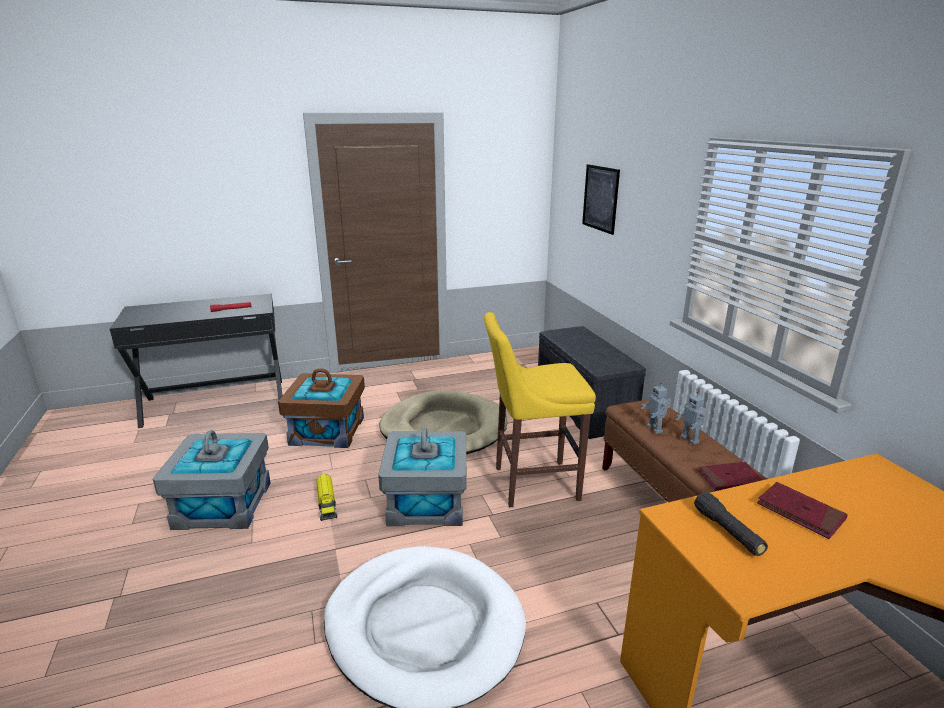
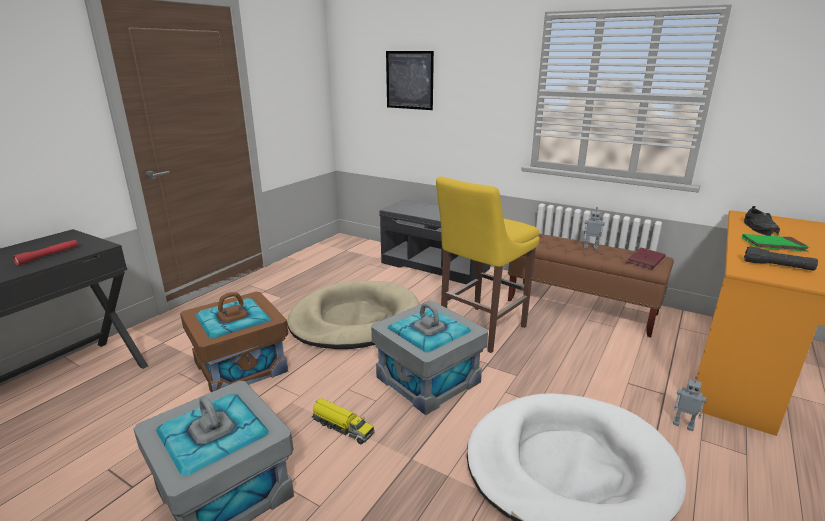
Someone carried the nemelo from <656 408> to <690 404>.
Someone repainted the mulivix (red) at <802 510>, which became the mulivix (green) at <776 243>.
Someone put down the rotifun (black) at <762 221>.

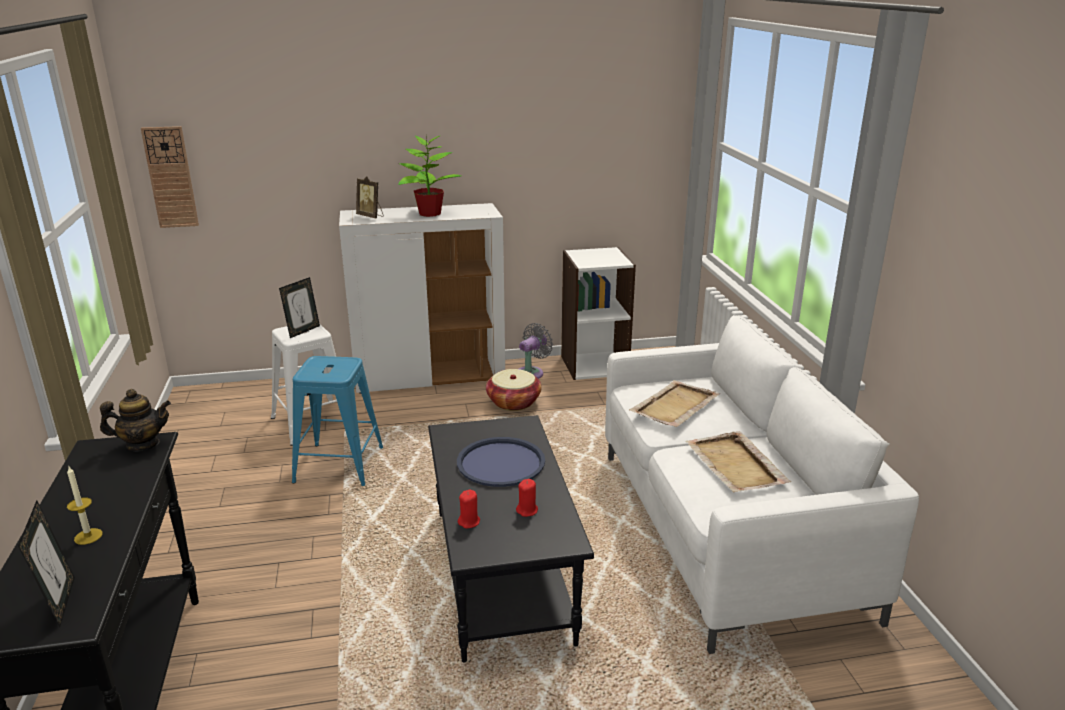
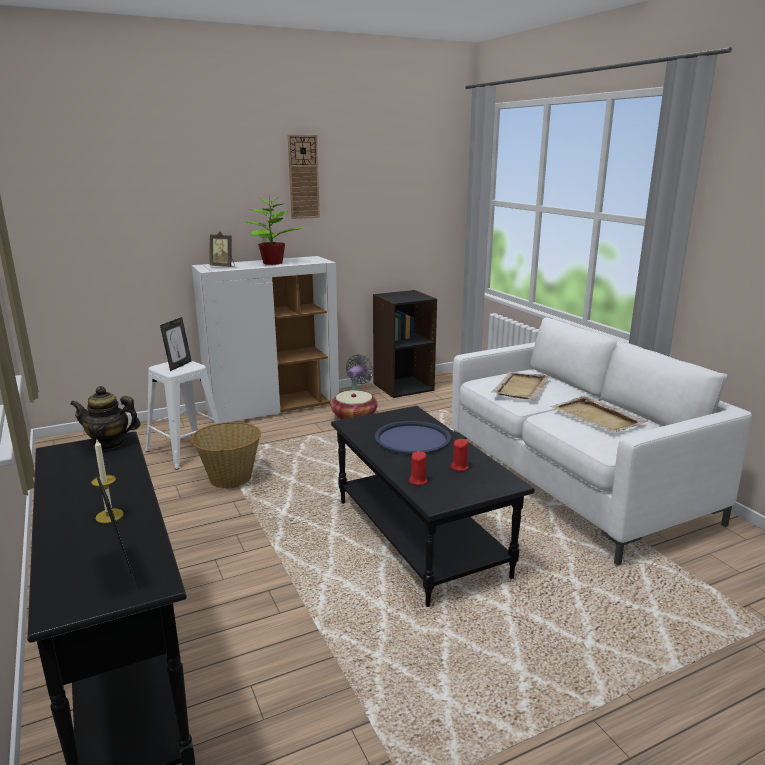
Someone carried the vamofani from <170 177> to <304 177>.
Someone repainted the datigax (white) at <598 313>, which became the datigax (black) at <405 344>.
Someone swapped the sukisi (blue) at <337 421> for the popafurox at <226 455>.
Someone rotated the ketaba at <135 420> by 150 degrees counterclockwise.

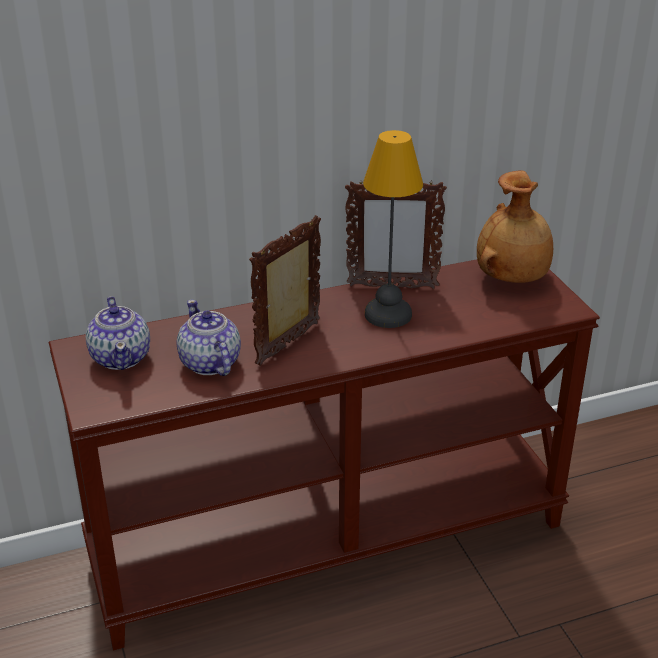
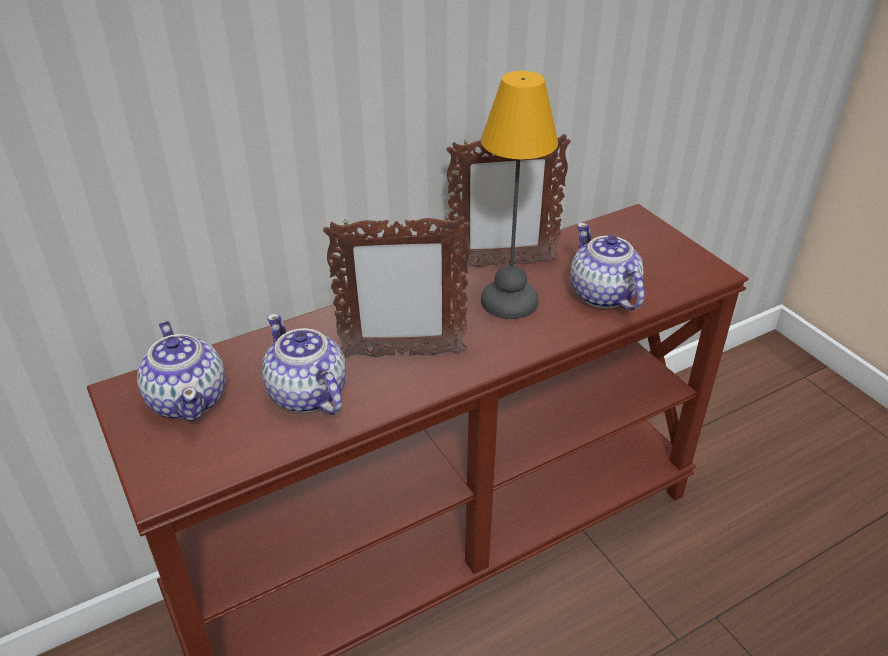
Someone took away the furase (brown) at <515 227>.
Someone rotated the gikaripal at <285 290> by 120 degrees counterclockwise.
Someone put down the ketaba at <608 266>.

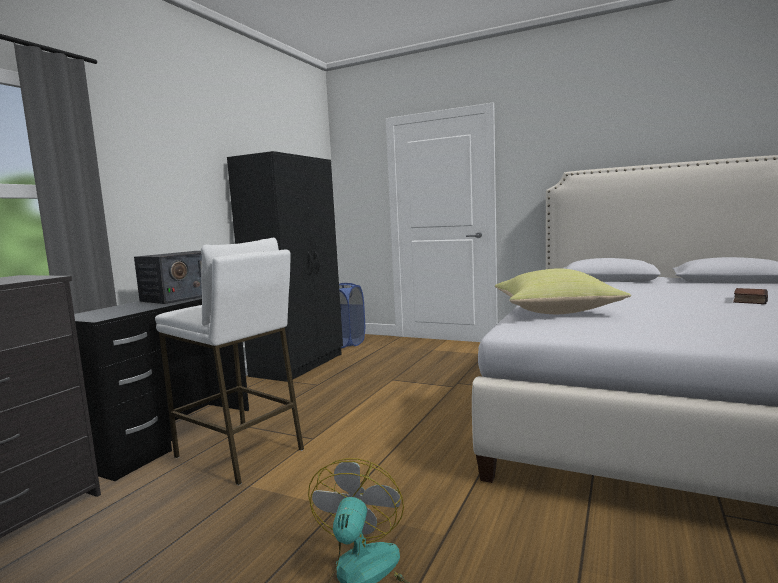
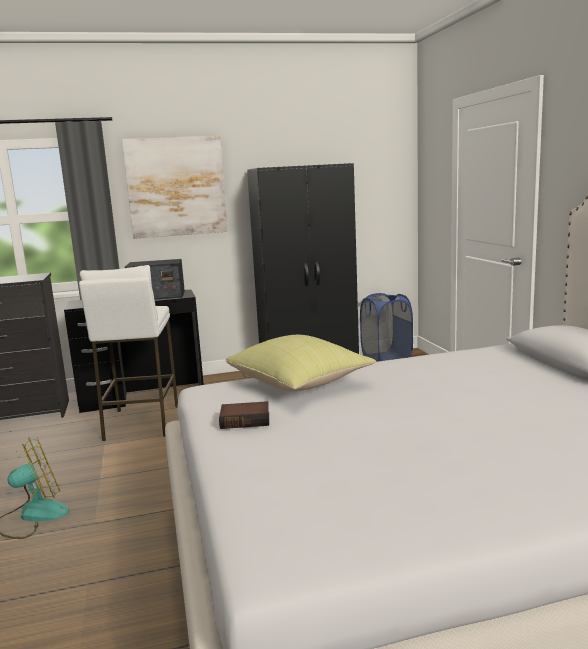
Someone carried the mulivix from <750 296> to <244 415>.
Someone put up the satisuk at <175 187>.

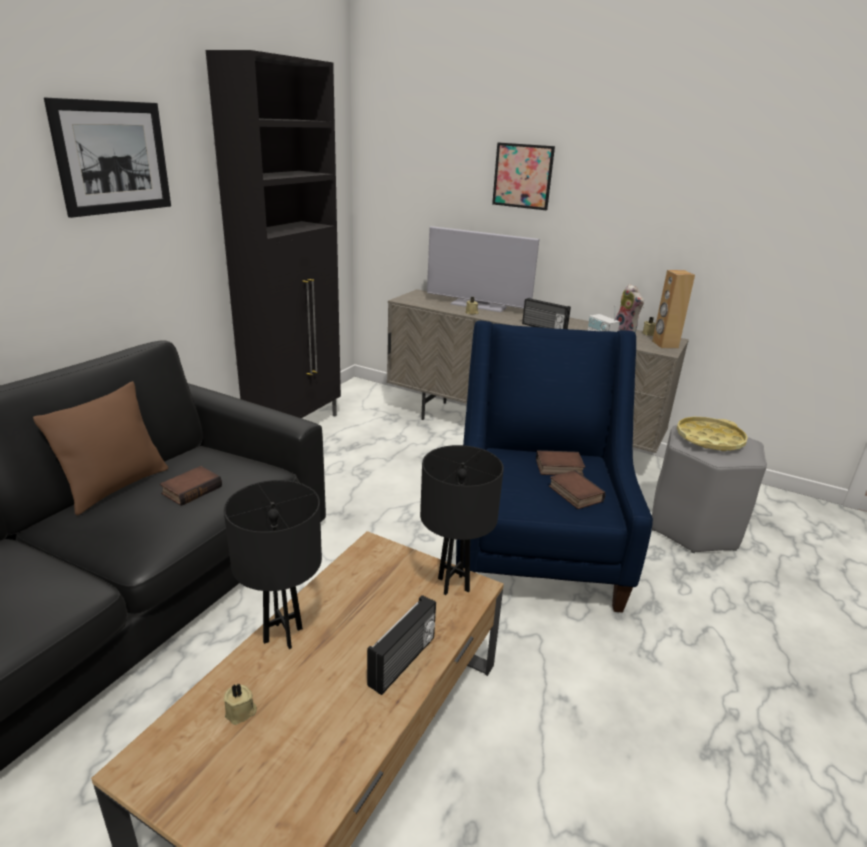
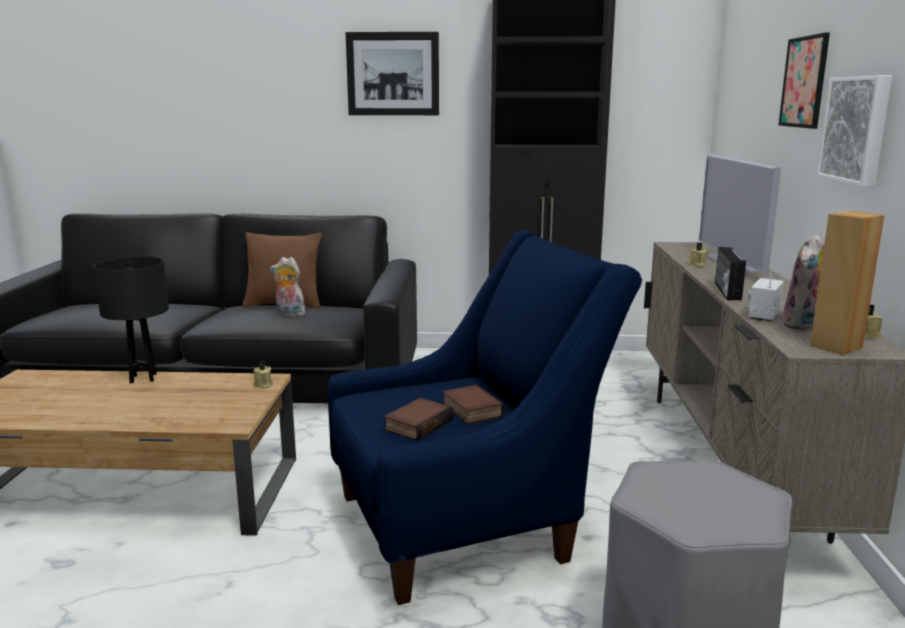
Someone took away the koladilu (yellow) at <712 434>.
Someone took away the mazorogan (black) at <462 520>.
Someone swapped the mulivix at <191 486> for the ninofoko at <288 287>.
Someone took away the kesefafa at <401 645>.
Someone carried the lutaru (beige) from <240 704> to <263 374>.
Someone put up the satisuk at <854 131>.

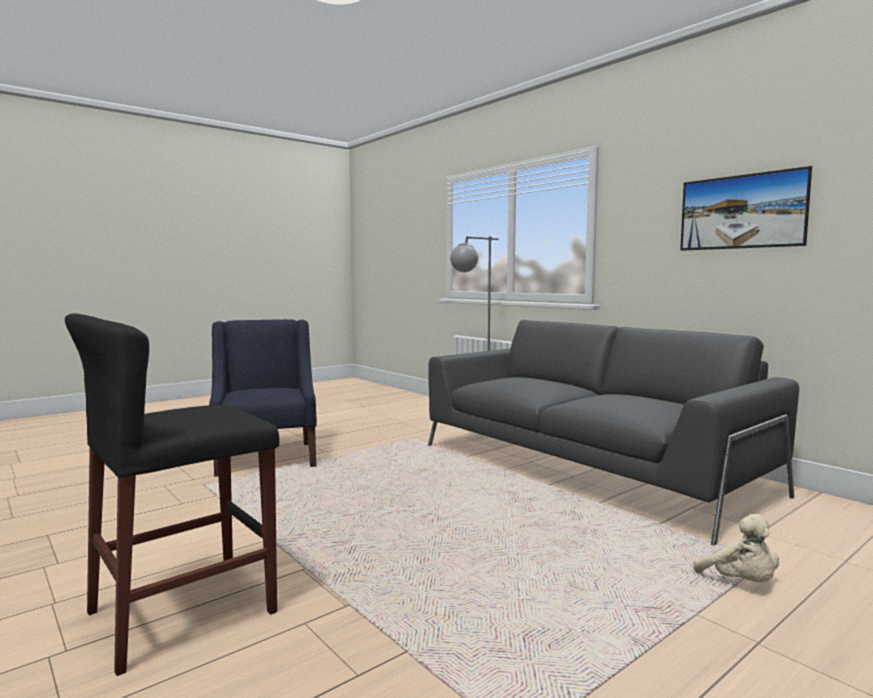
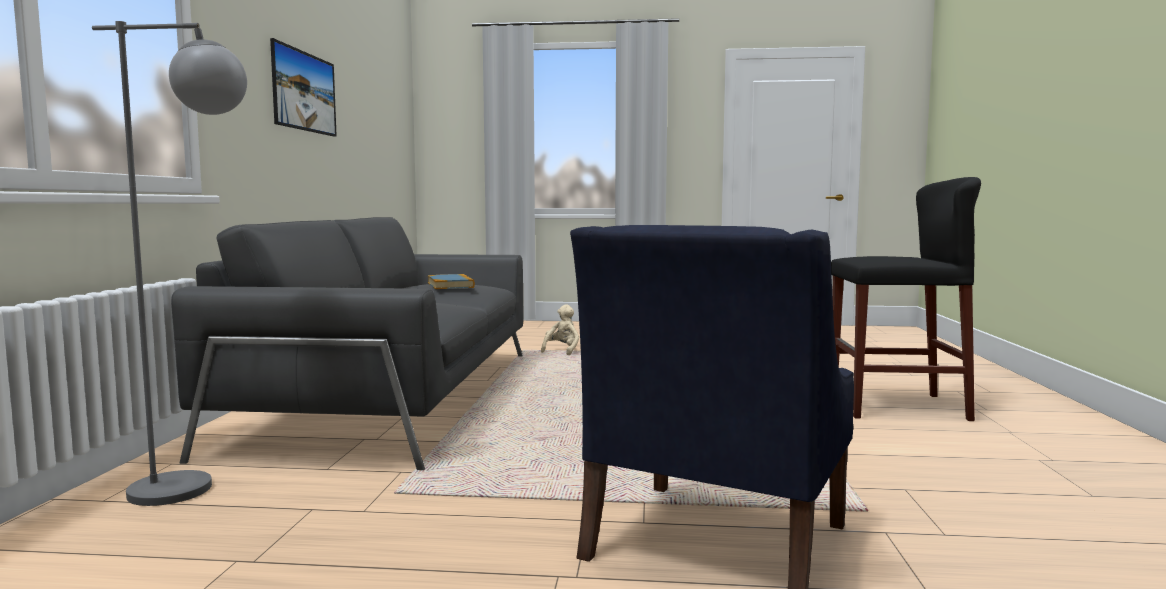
Someone put down the mulivix at <451 281>.

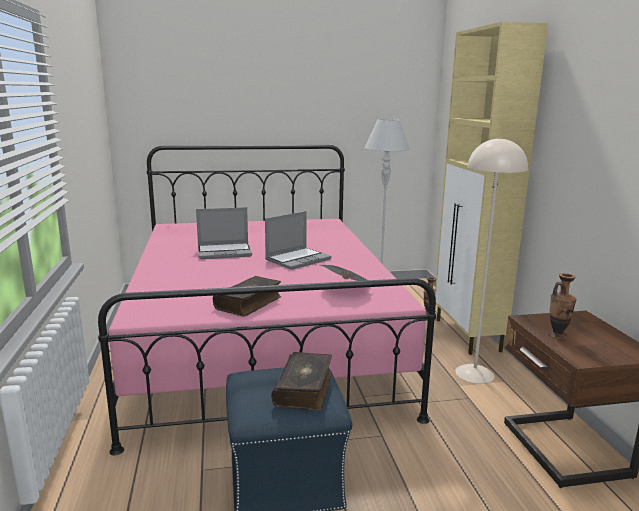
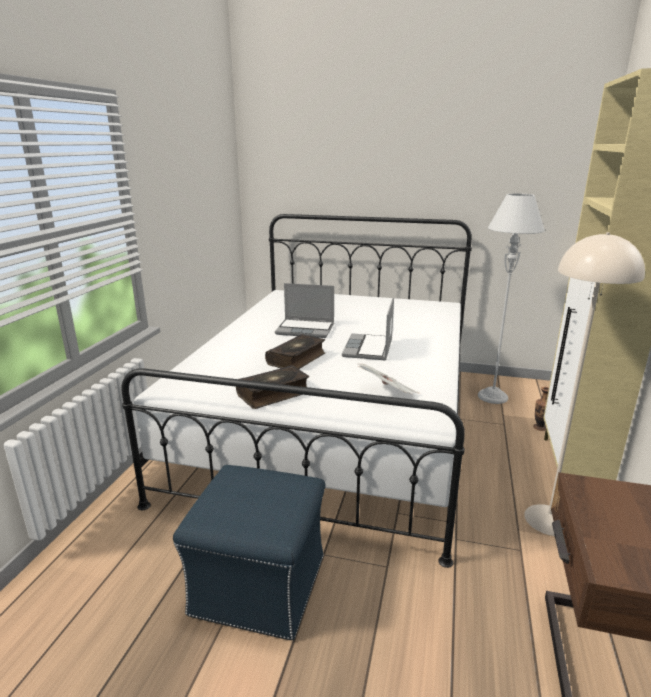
Someone repainted the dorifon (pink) at <267 300>, which became the dorifon (white) at <296 391>.
Someone rotated the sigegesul at <298 240> by 120 degrees clockwise.
Someone took away the furase at <562 306>.
Someone carried the mulivix from <301 381> to <295 351>.

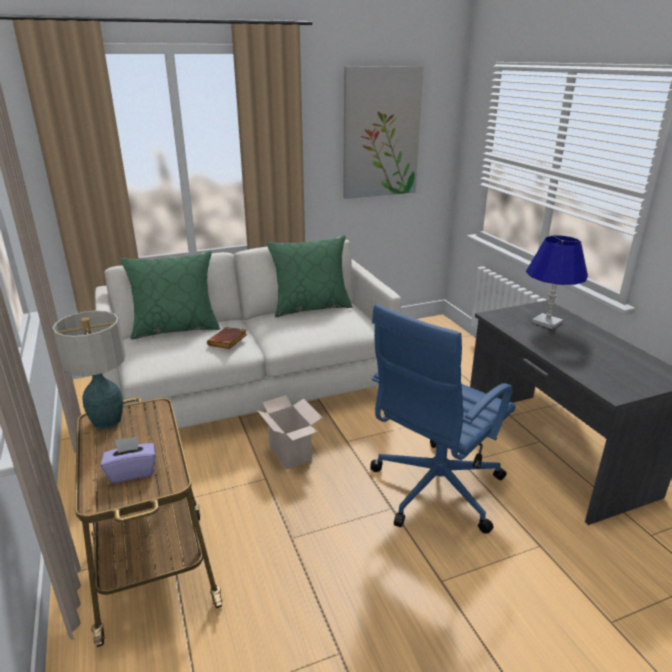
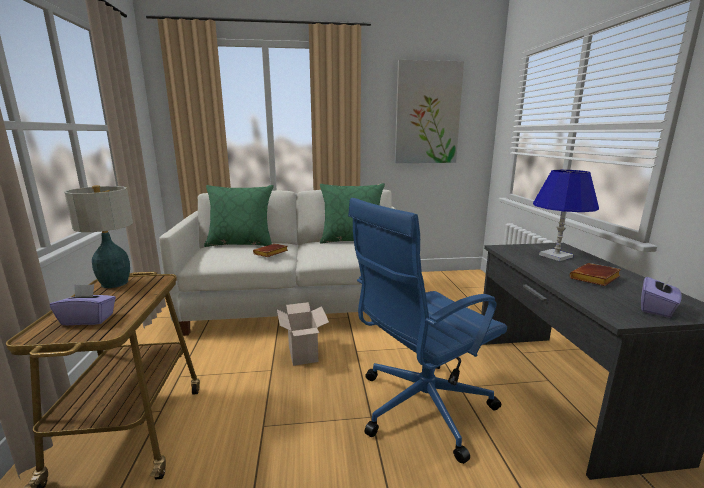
Someone put down the mulivix (brown) at <595 274>.
Someone put down the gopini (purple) at <661 296>.

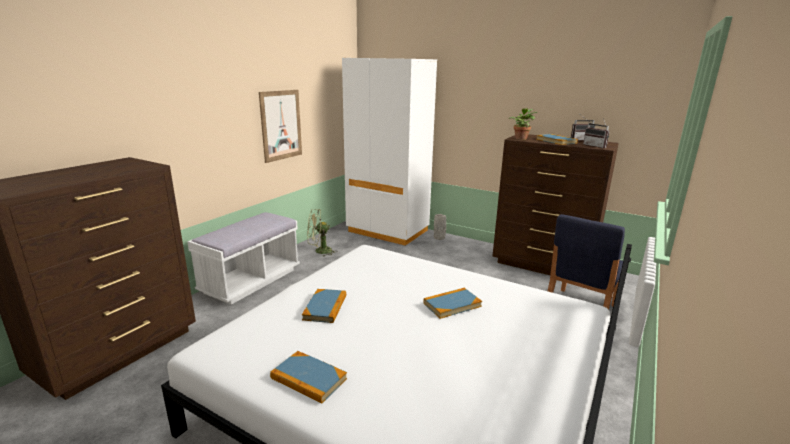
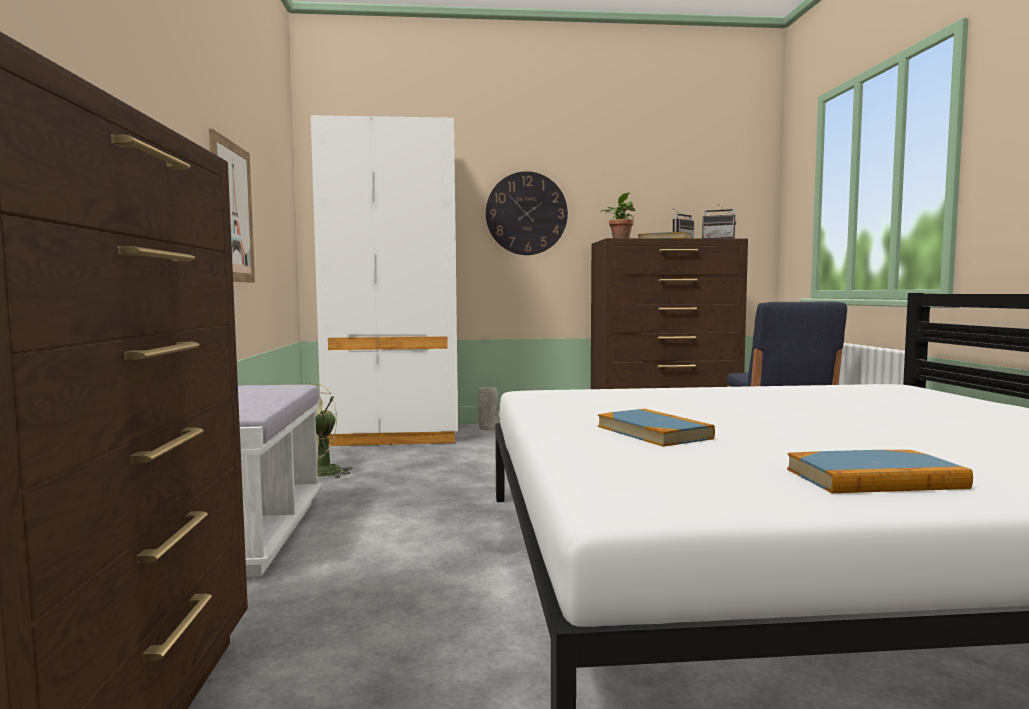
Someone took away the mulivix at <452 303>.
Someone put up the vamofani at <527 213>.

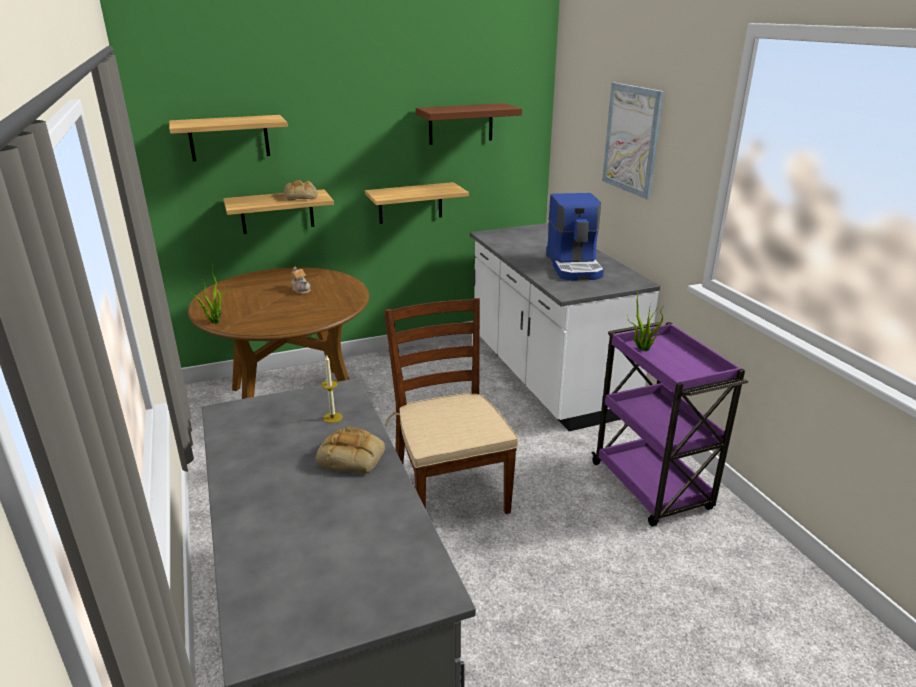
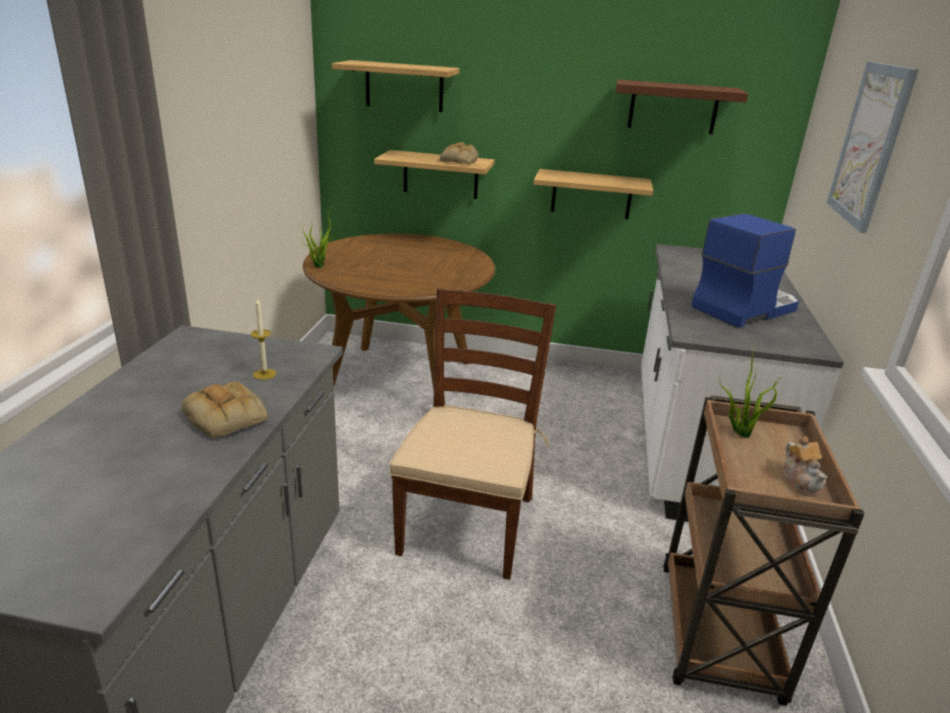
Someone rotated the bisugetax at <575 237> by 150 degrees counterclockwise.
Someone carried the ketaba from <300 280> to <804 466>.
Someone repainted the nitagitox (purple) at <669 424>, which became the nitagitox (brown) at <763 550>.

